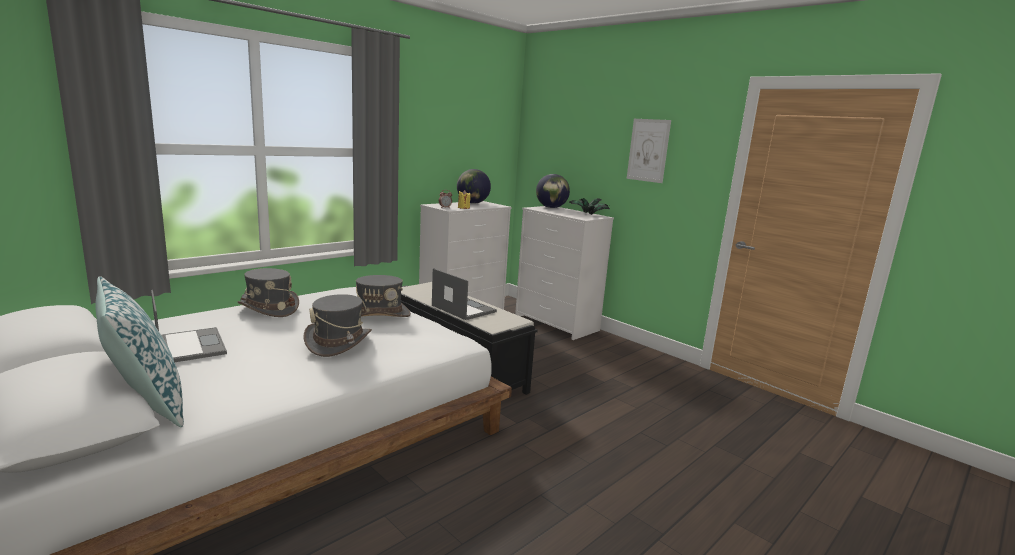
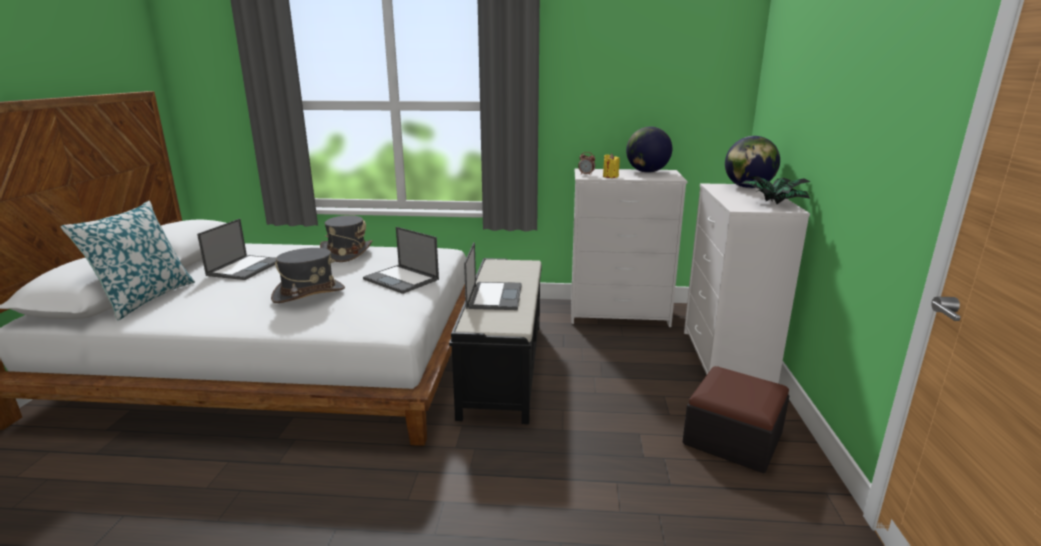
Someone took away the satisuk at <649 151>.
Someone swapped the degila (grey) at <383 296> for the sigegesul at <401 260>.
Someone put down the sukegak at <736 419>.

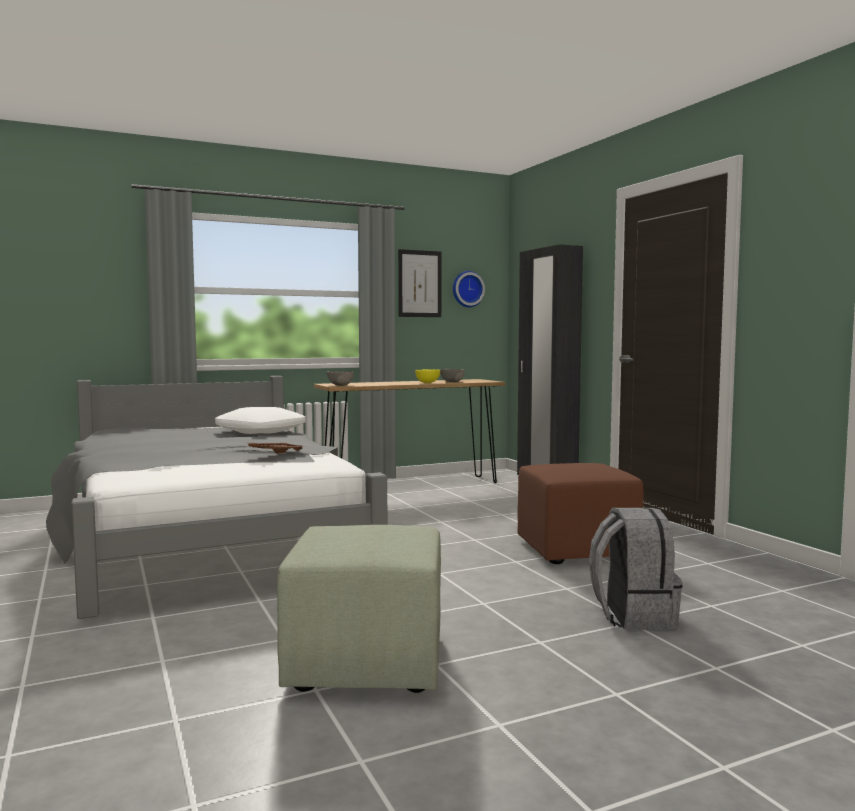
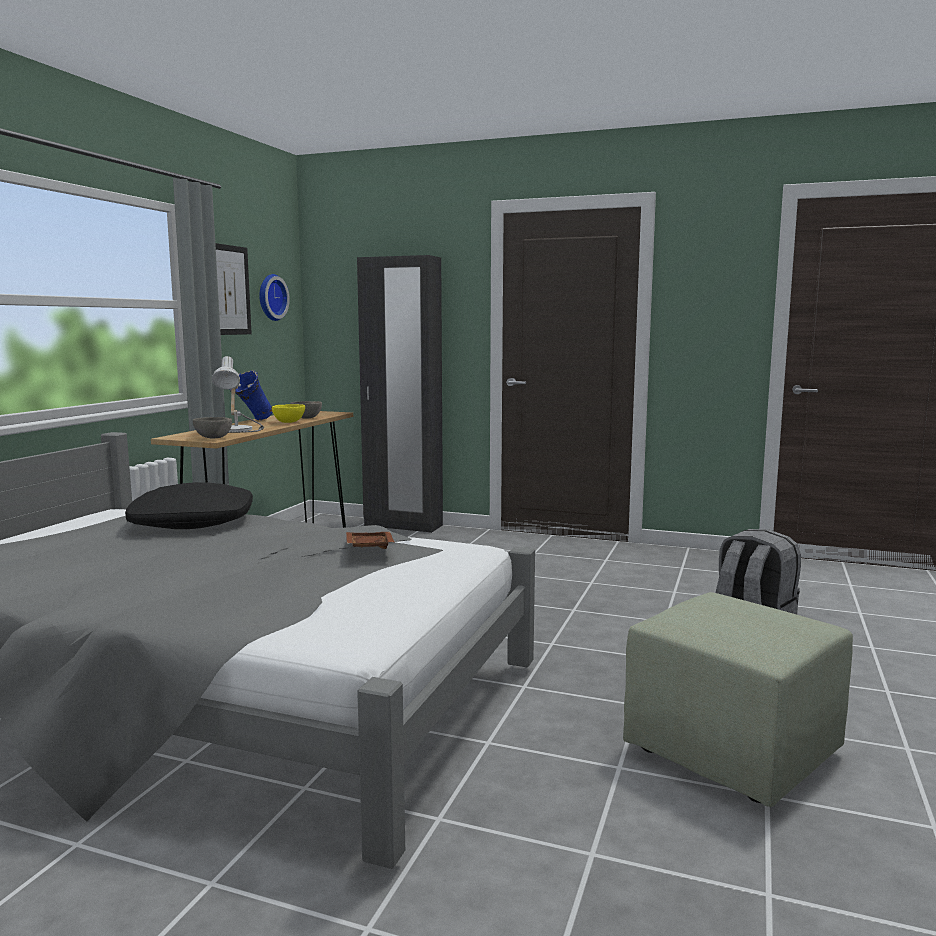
Someone repainted the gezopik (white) at <260 420>, which became the gezopik (black) at <189 505>.
Someone took away the sukegak (brown) at <580 513>.
Someone put down the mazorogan at <238 394>.
Someone put down the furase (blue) at <251 395>.

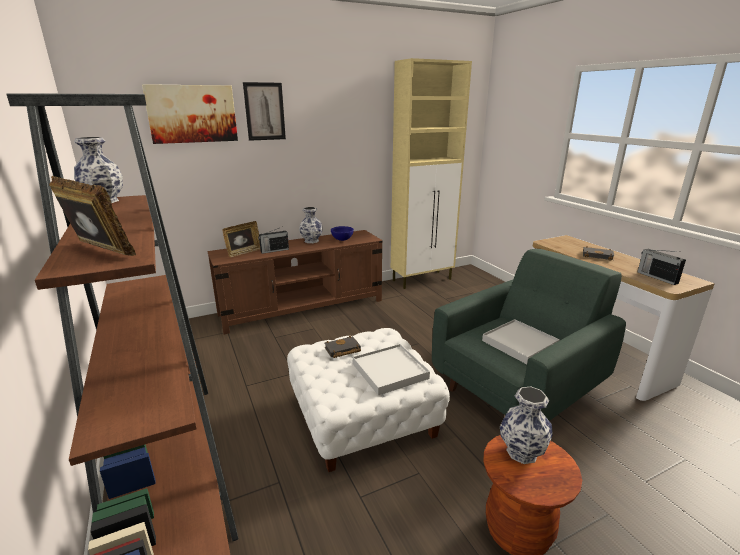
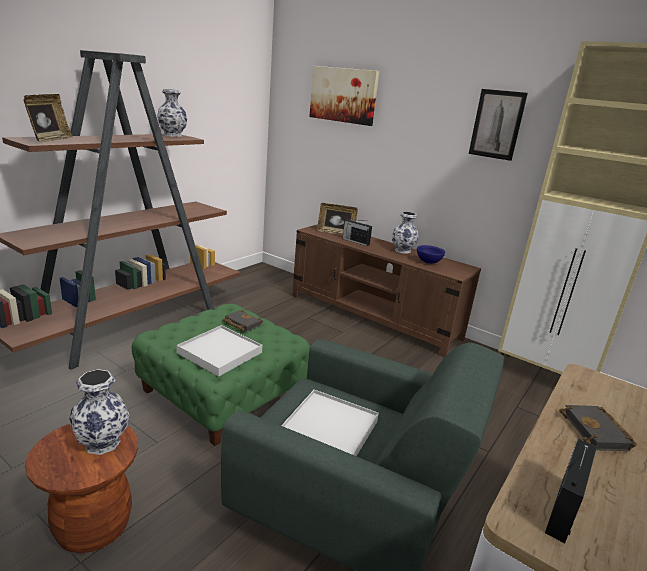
Someone carried the satisuk from <264 111> to <498 125>.
Someone repainted the sukegak (white) at <368 400>, which became the sukegak (green) at <221 375>.

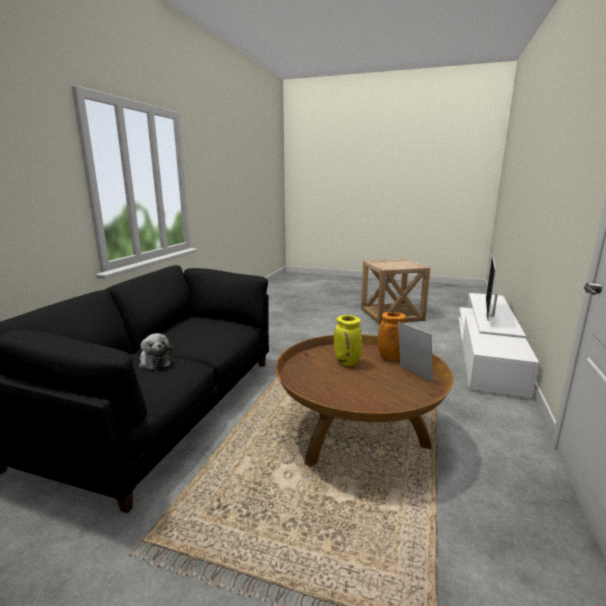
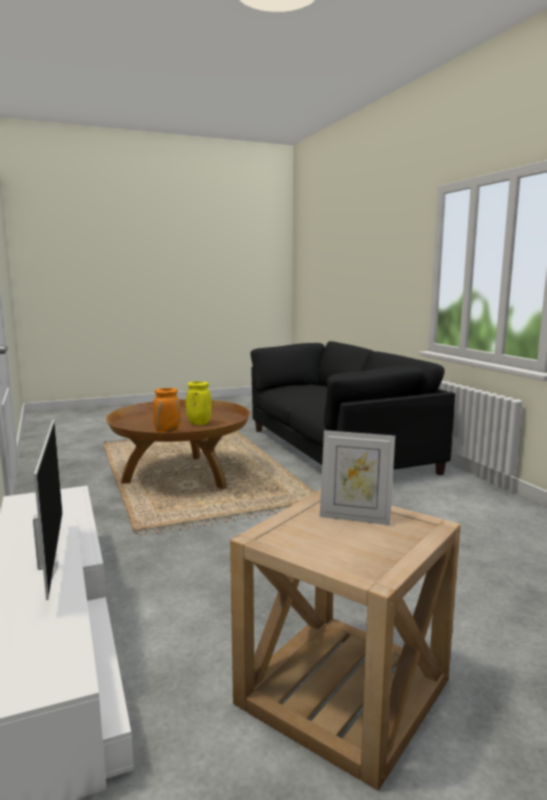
Someone carried the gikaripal from <415 351> to <357 477>.
Someone took away the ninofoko at <156 351>.

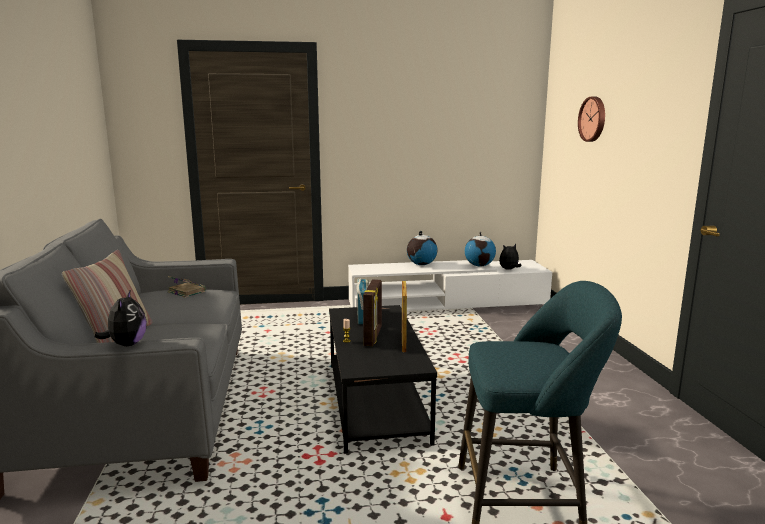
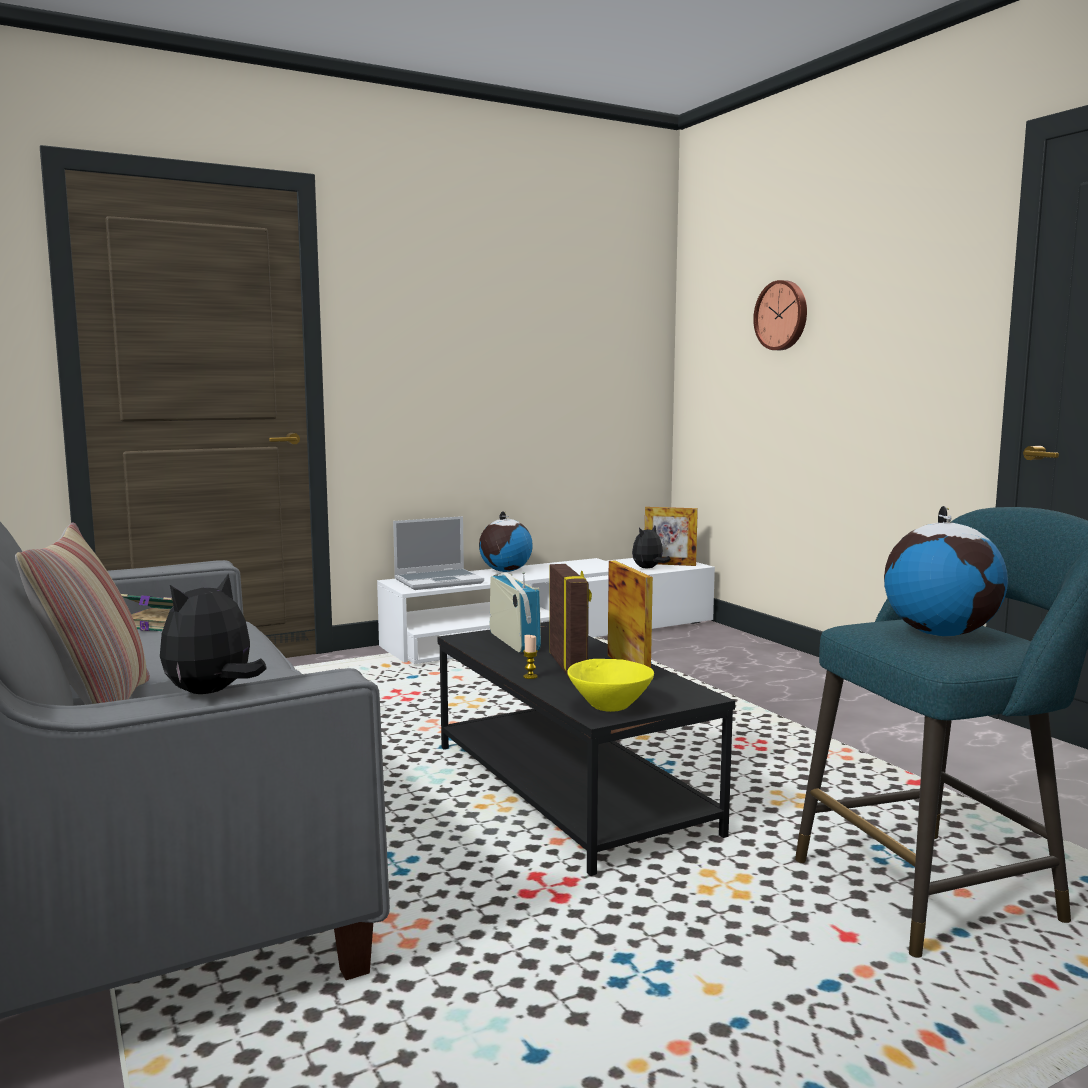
Someone carried the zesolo from <480 249> to <946 571>.
Someone rotated the ninofoko at <121 317> by 120 degrees counterclockwise.
Someone put down the gikaripal at <671 536>.
Someone put down the sigegesul at <438 553>.
Someone put down the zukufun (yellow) at <610 685>.

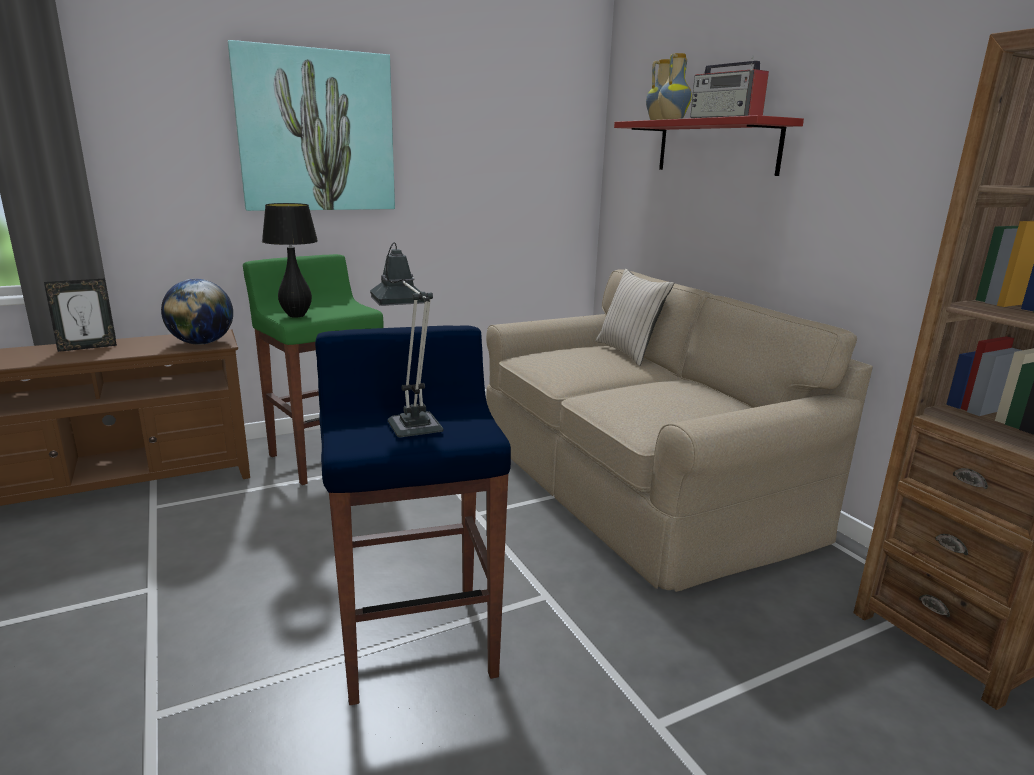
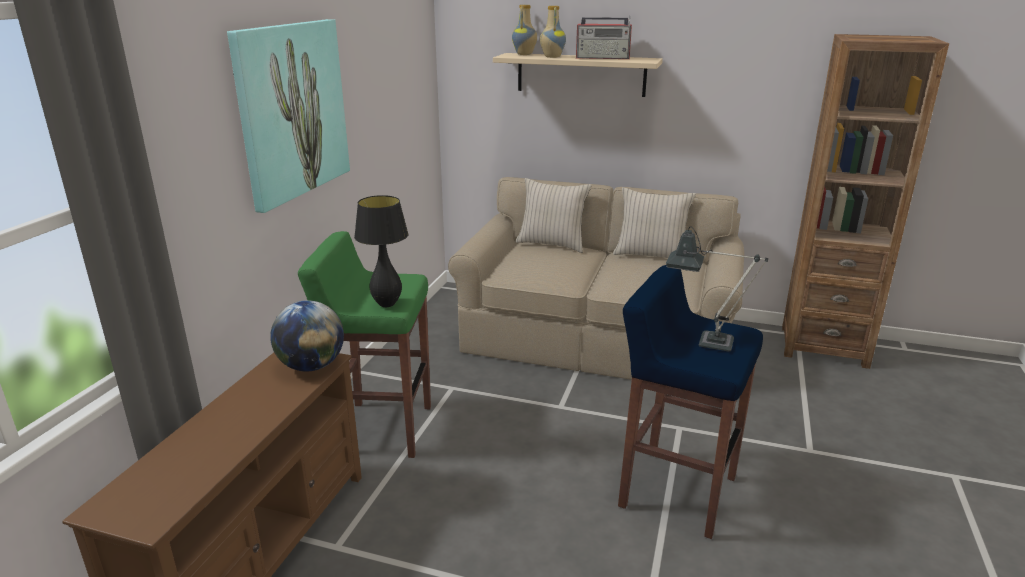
Someone repainted the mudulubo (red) at <709 145>, which became the mudulubo (beige) at <578 75>.
Someone took away the gikaripal at <80 315>.
Someone put down the gezopik (beige) at <654 222>.

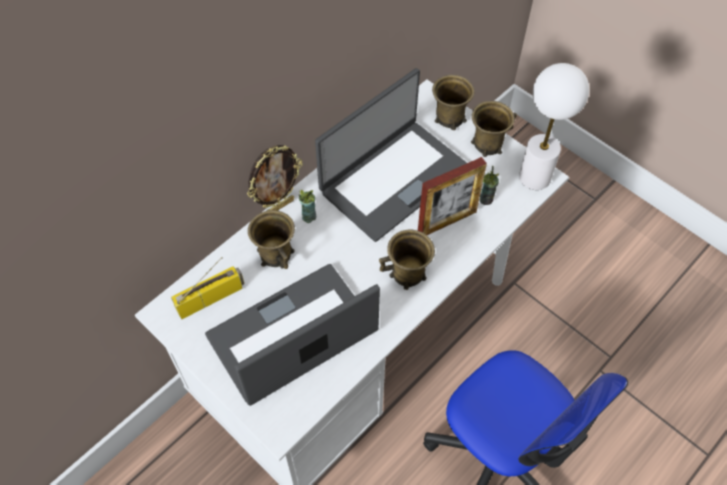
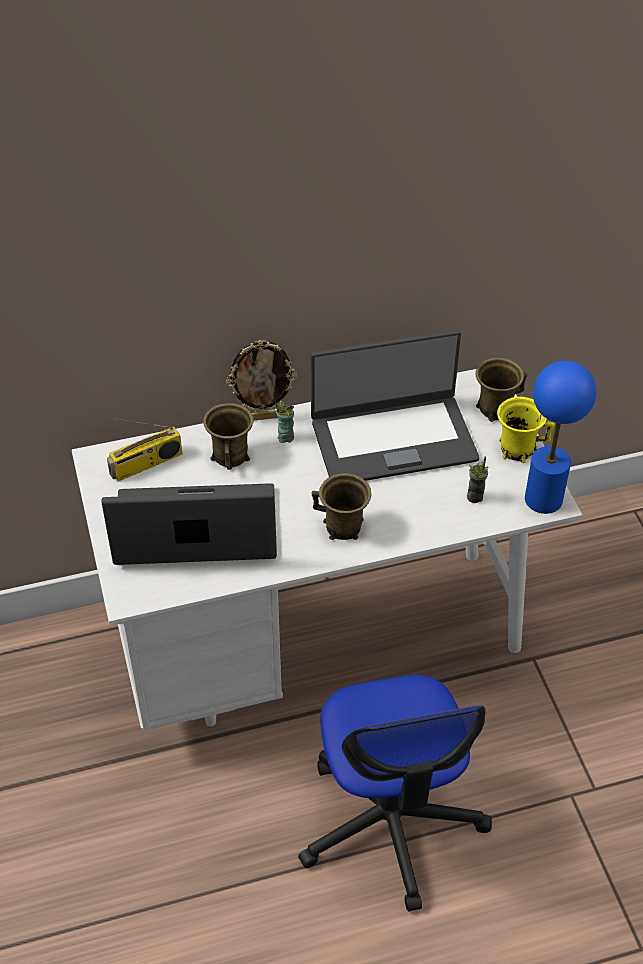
Someone repainted the mazorogan (white) at <554 126>, which became the mazorogan (blue) at <560 437>.
Someone repainted the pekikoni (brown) at <494 129>, which became the pekikoni (yellow) at <526 430>.
Someone took away the gikaripal at <452 196>.
Someone rotated the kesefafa at <207 288> by 150 degrees clockwise.

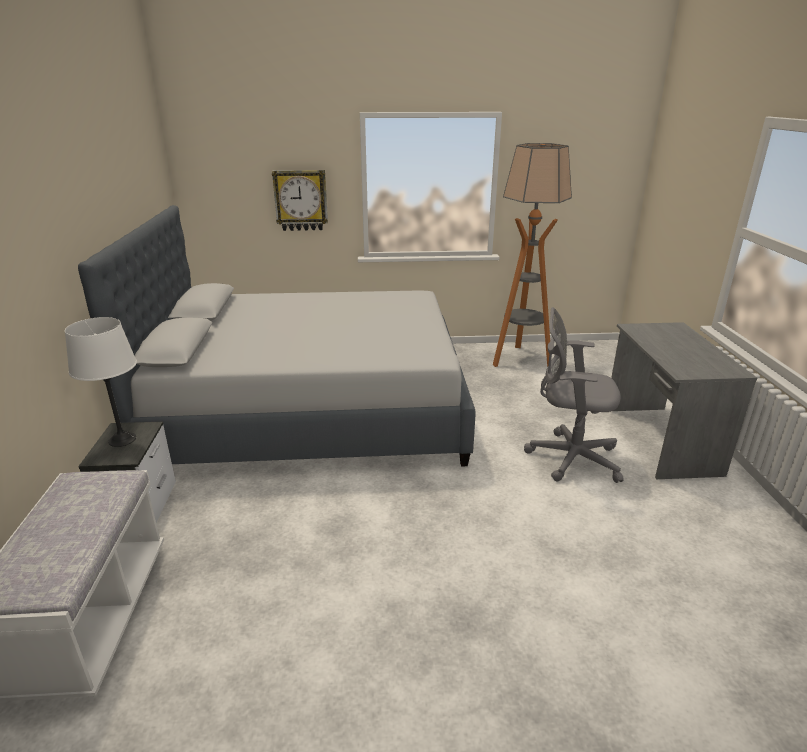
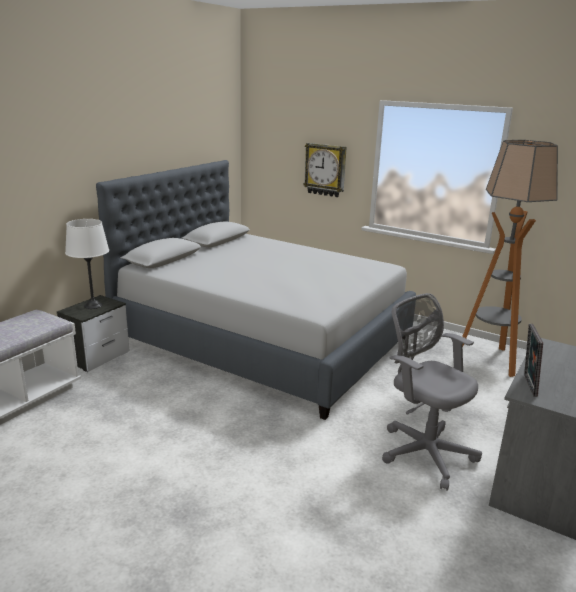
Someone put down the gikaripal at <533 360>.

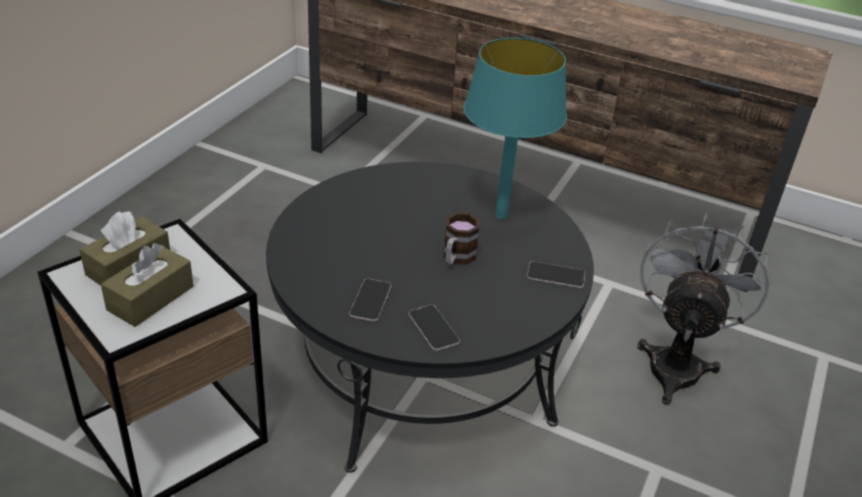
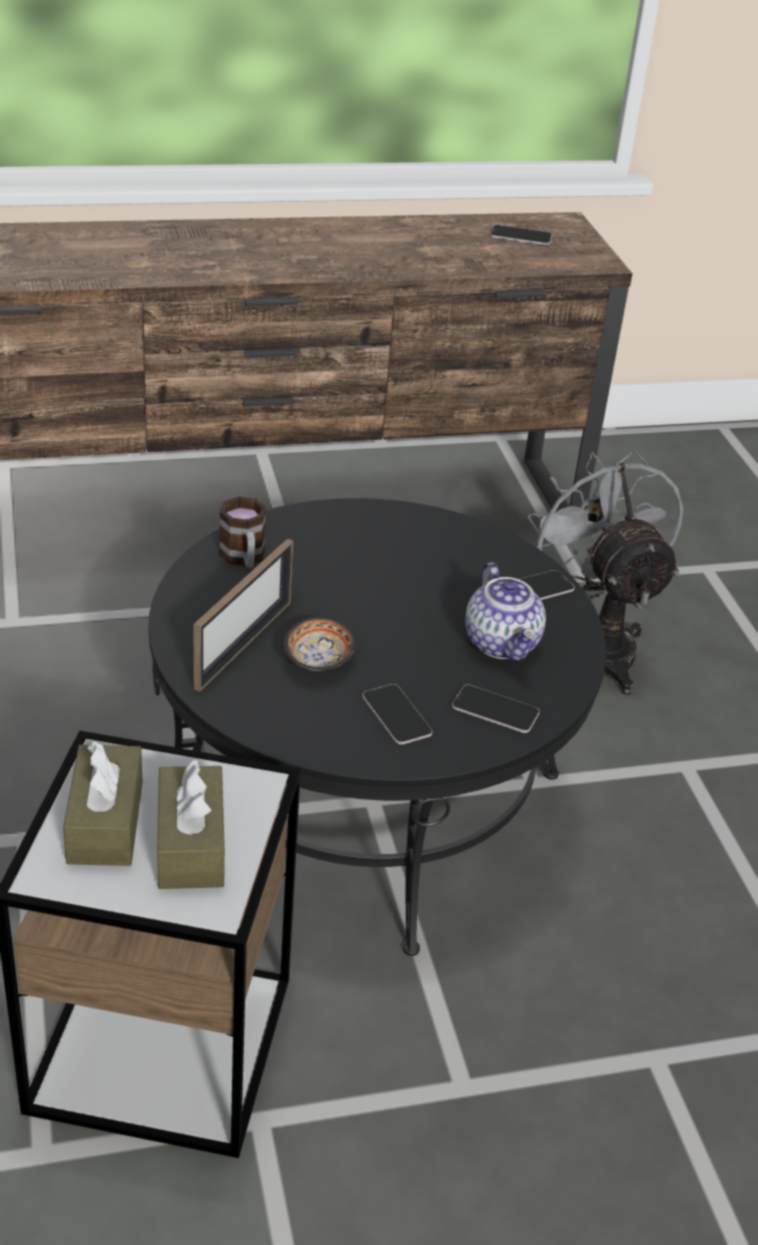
Someone took away the mazorogan (turquoise) at <515 128>.
Someone carried the pekikoni from <461 238> to <243 532>.
Someone put down the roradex at <521 235>.
Someone put down the gikaripal at <243 615>.
Someone put down the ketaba at <505 612>.
Someone put down the zukufun at <320 643>.

